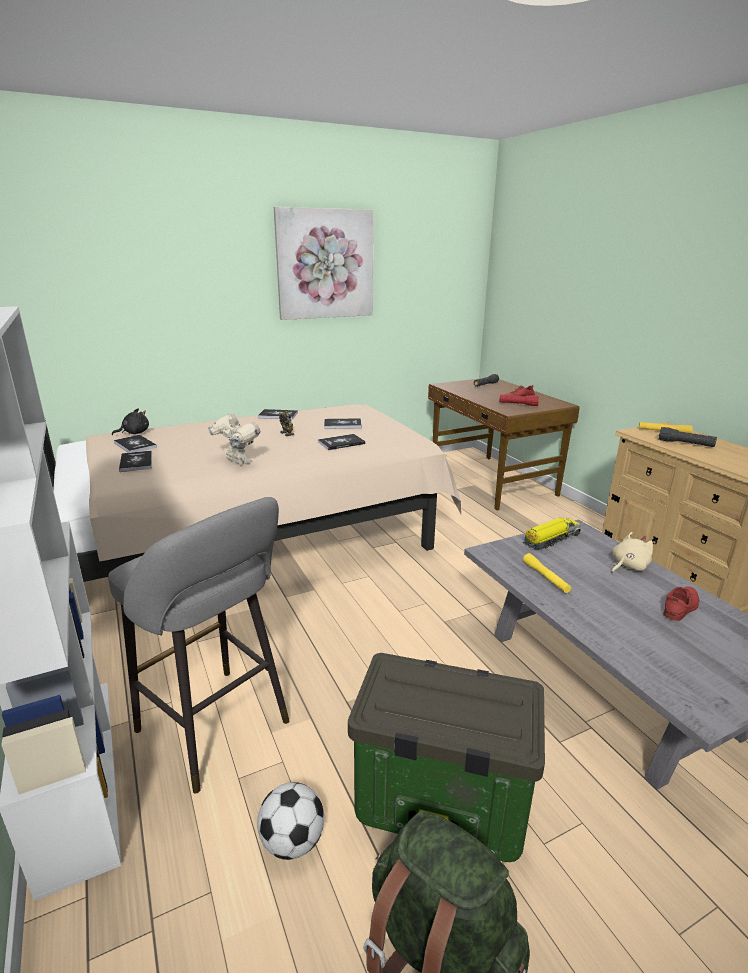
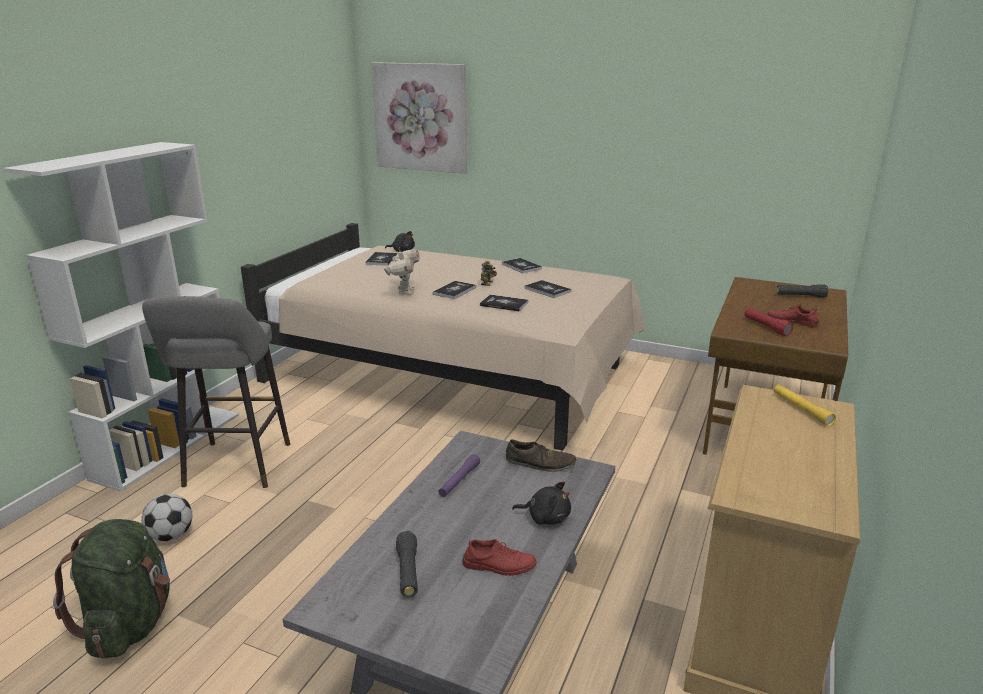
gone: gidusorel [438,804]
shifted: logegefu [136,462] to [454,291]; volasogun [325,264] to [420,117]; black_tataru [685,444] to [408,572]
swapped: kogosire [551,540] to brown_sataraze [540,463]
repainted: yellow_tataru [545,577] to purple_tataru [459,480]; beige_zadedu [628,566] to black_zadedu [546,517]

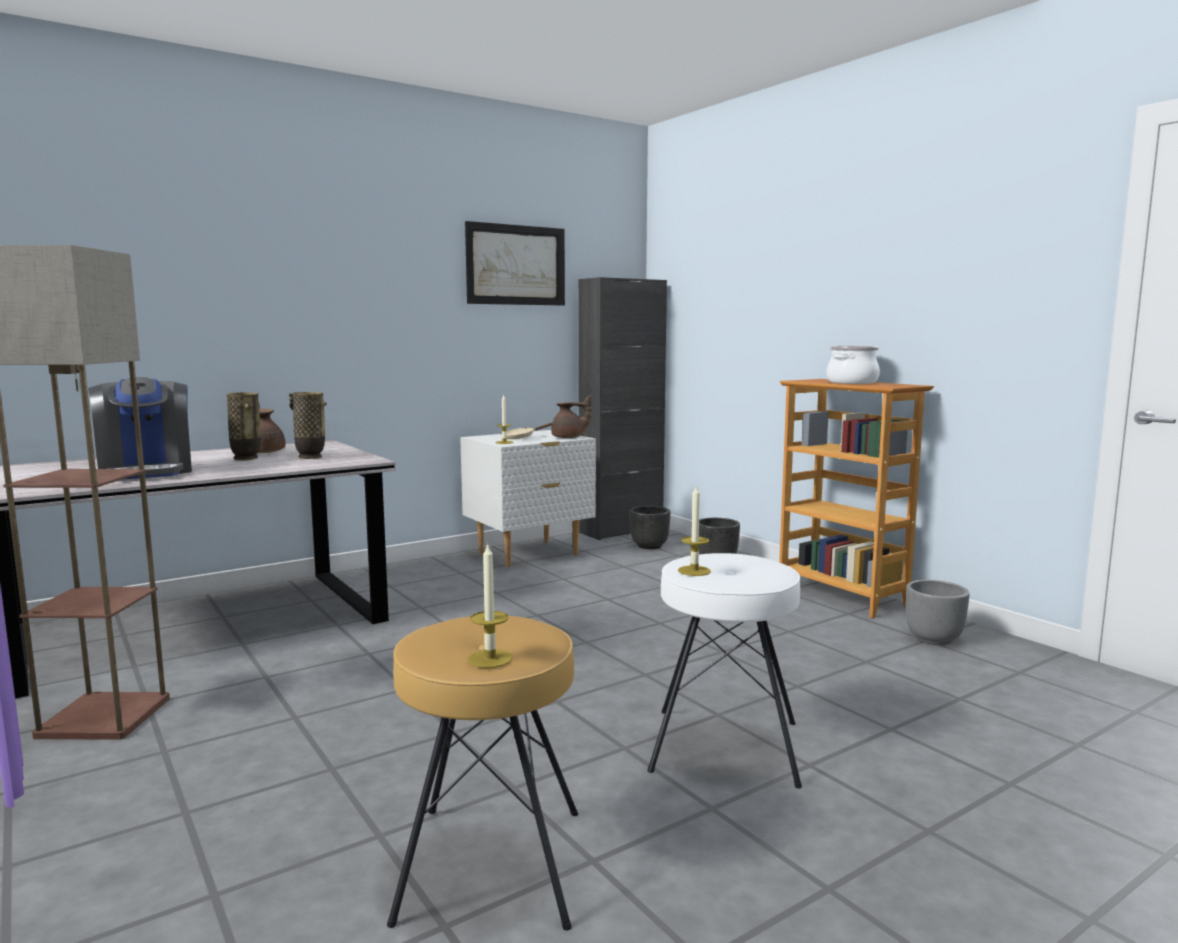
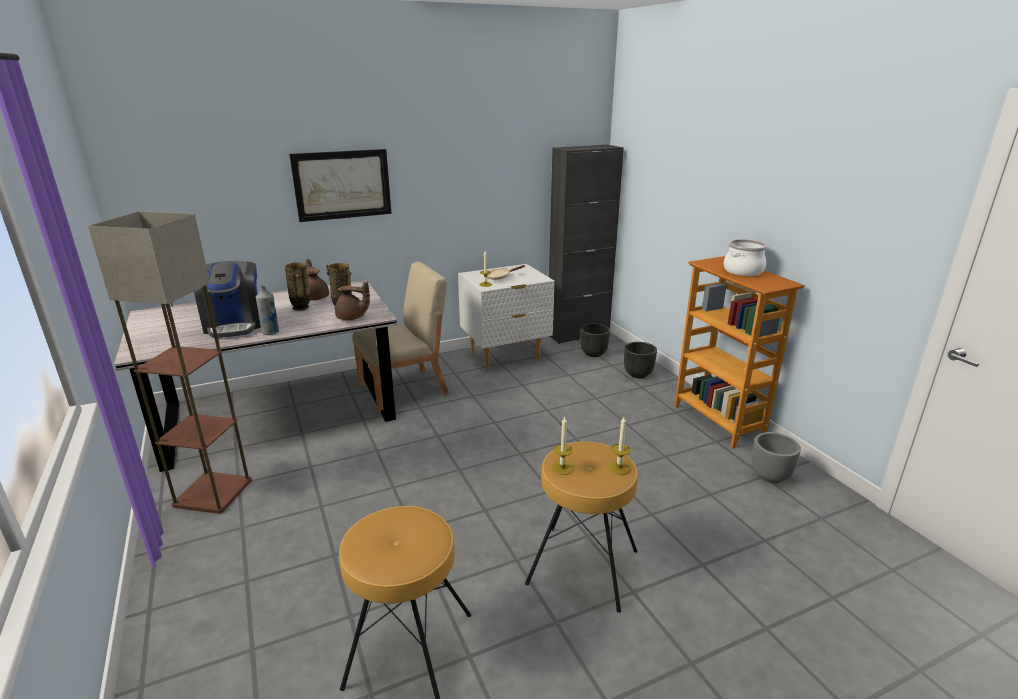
new: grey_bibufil [271,332]; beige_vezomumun [405,389]
shifted: volasogun [515,265] to [342,184]; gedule [490,659] to [619,467]; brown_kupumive [569,438] to [352,318]
repainted: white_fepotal [725,745] to brown_fepotal [583,566]

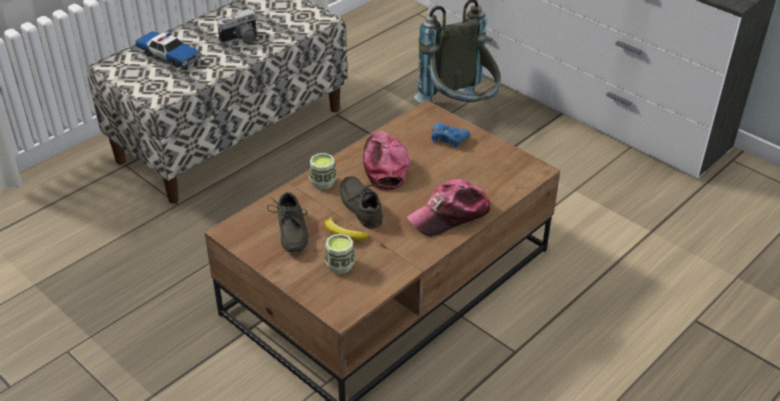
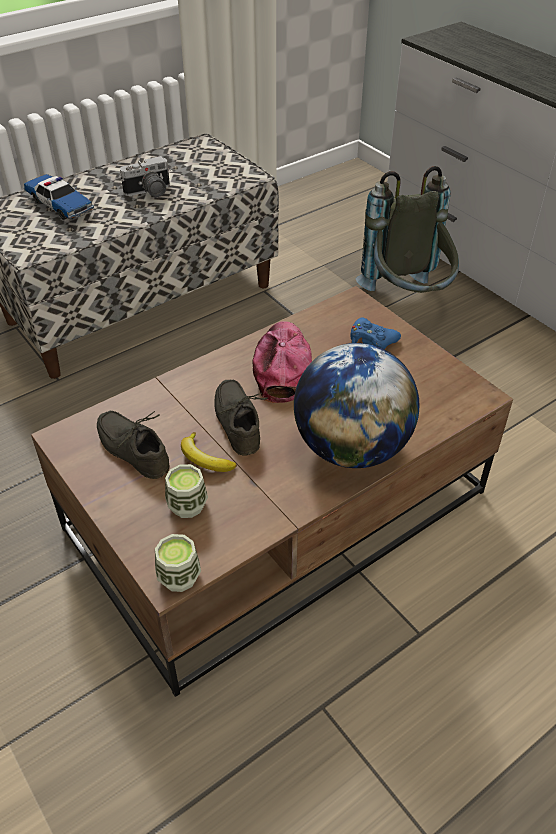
shifted: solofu [323,182] to [179,577]
swapped: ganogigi [450,215] to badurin [351,448]
rotated: grey_sataraze [289,233] = [136,448] 135 degrees clockwise

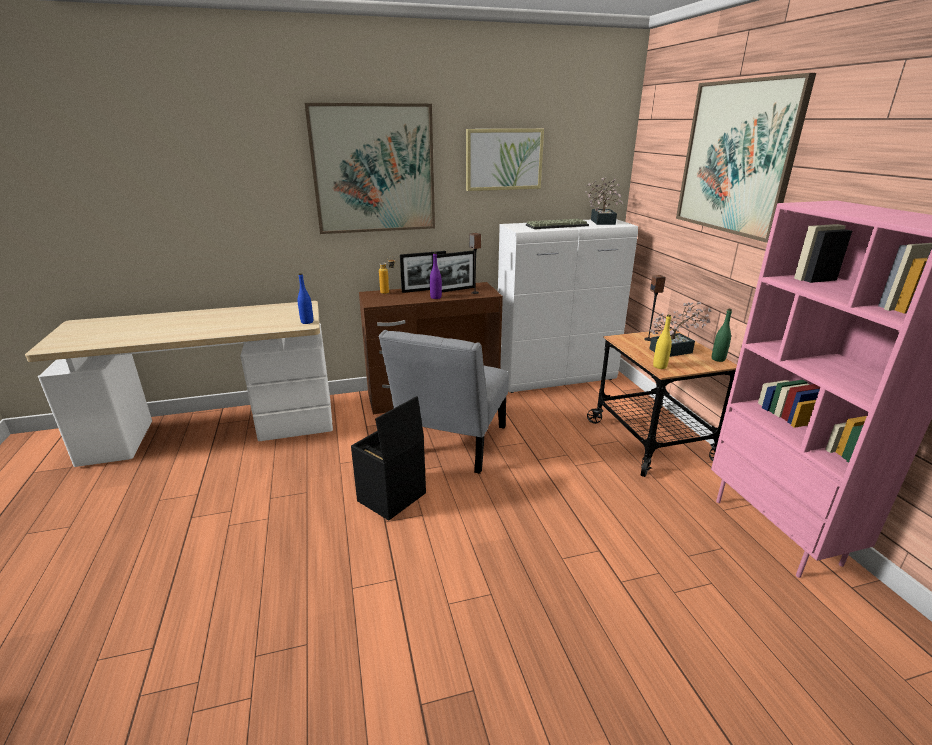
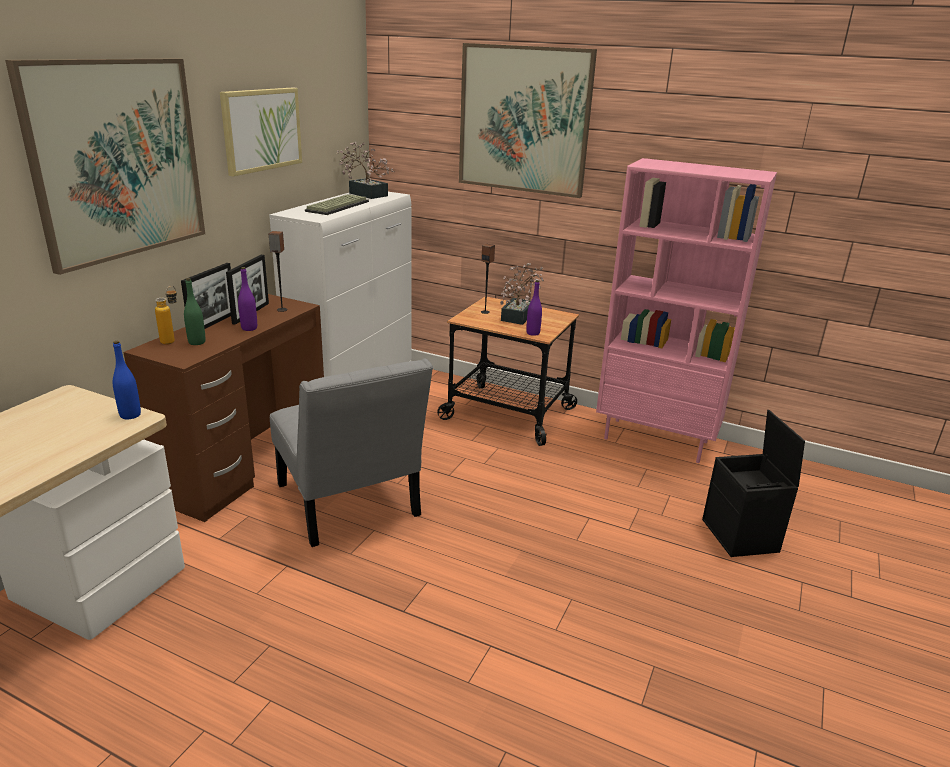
shifted: black_gidusorel [391,498] to [741,536]; green_bibufil [718,359] to [197,342]
repainted: yellow_bibufil [659,366] to purple_bibufil [533,333]

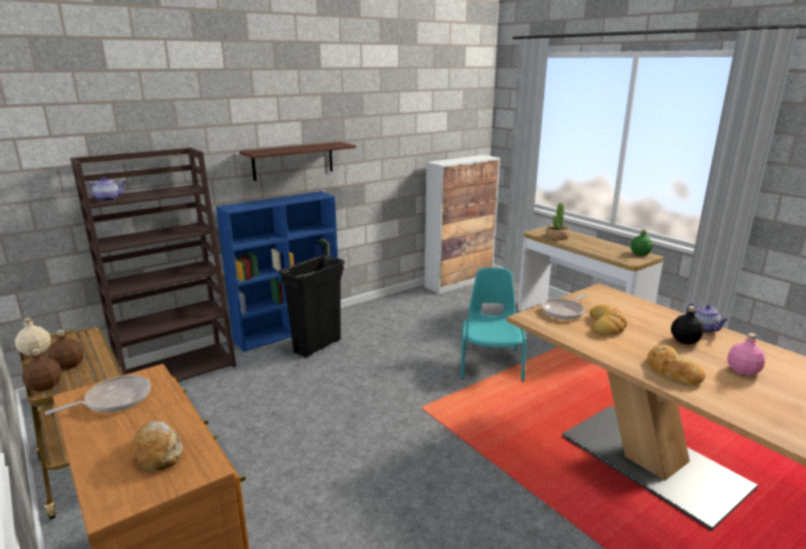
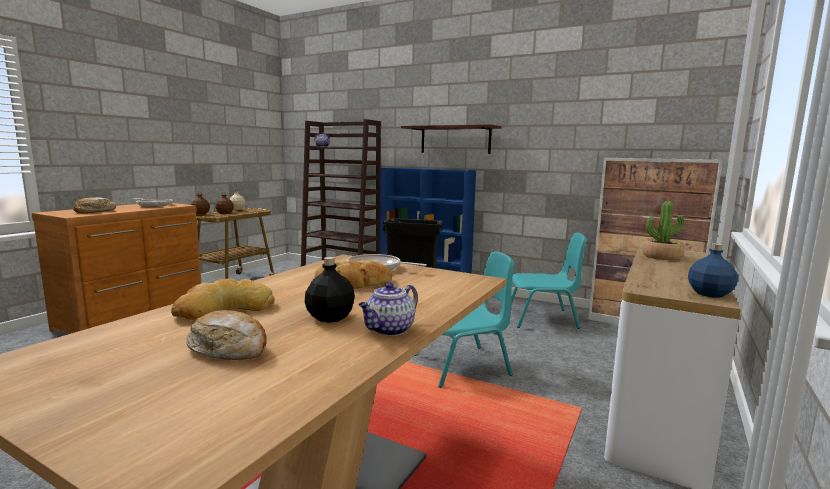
new: turquoise_vezomumun [543,318]
swapped: pink_bibufil [743,370] to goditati [229,349]
repainted: green_bibufil [640,253] to blue_bibufil [710,294]

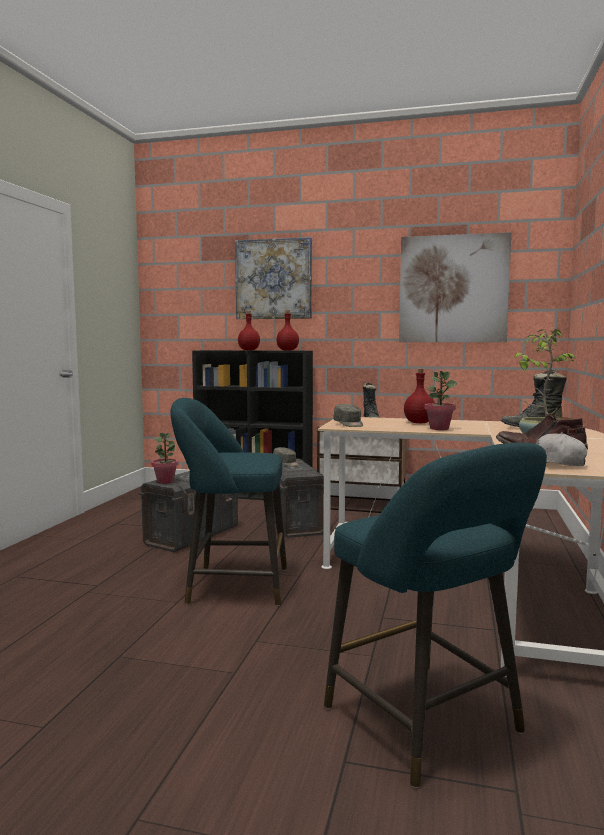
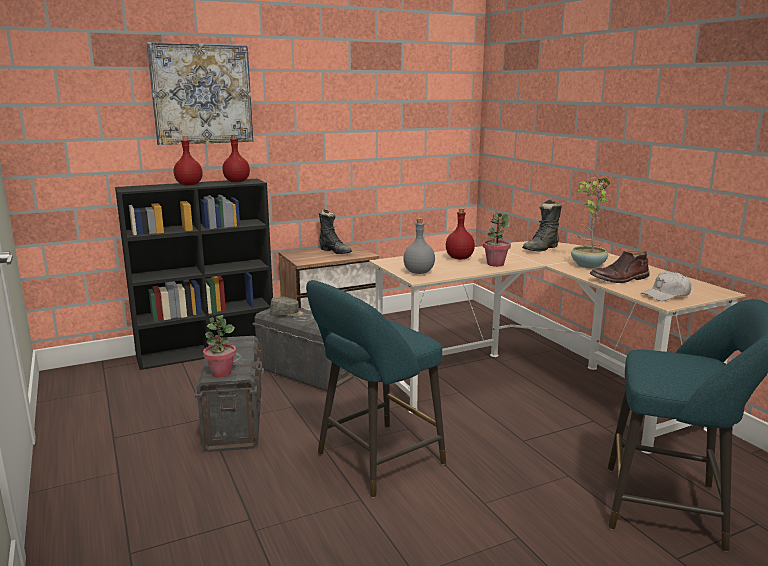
gone: volasogun [453,289]
swapped: grey_ganogigi [349,424] to grey_bibufil [418,272]

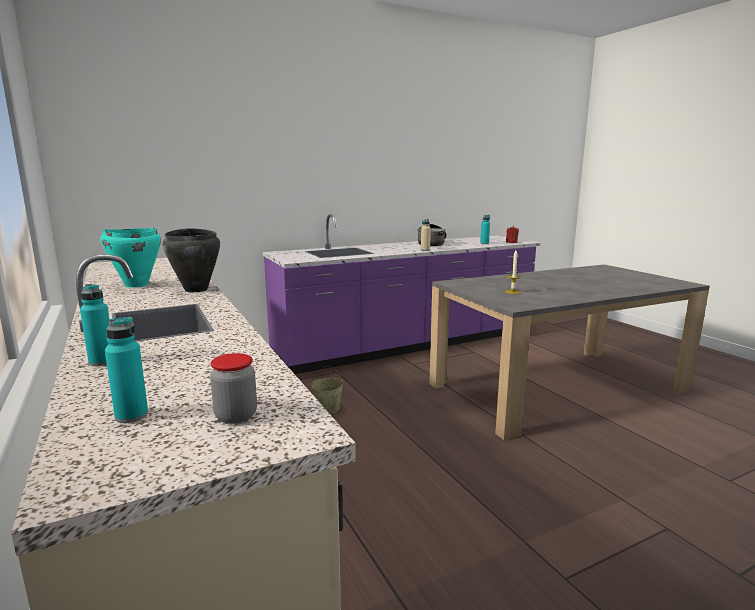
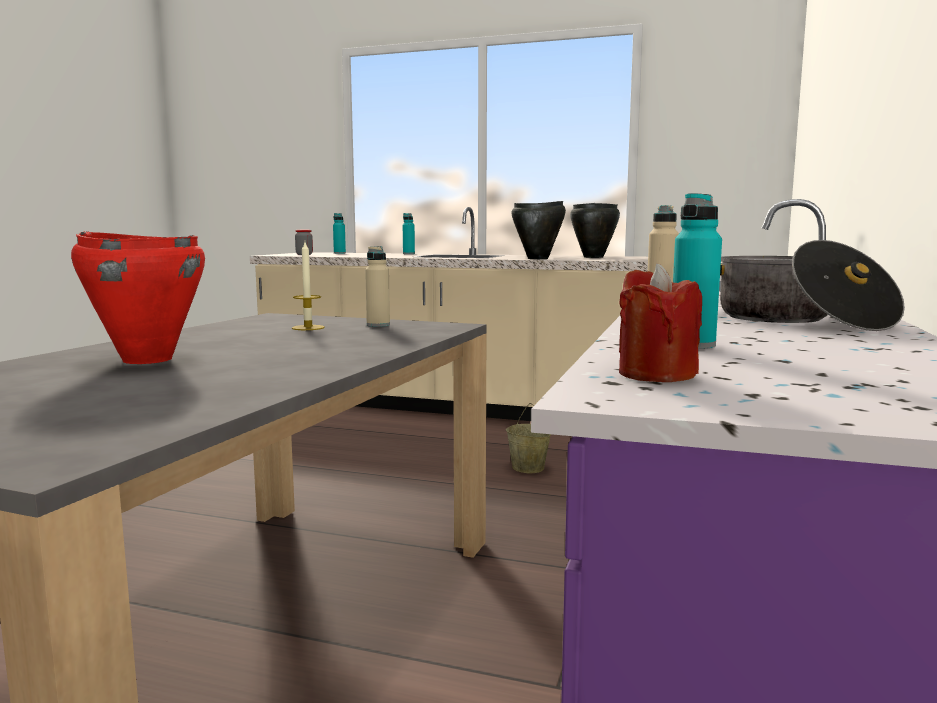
new: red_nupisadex [147,359]; beige_bibufil [378,325]
repainted: turquoise_nupisadex [136,285] to black_nupisadex [594,257]

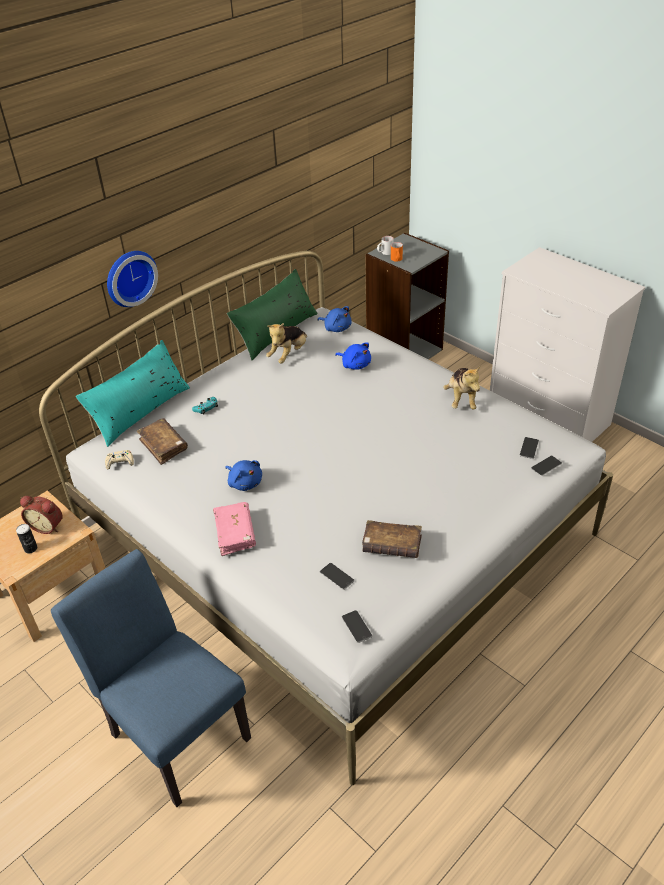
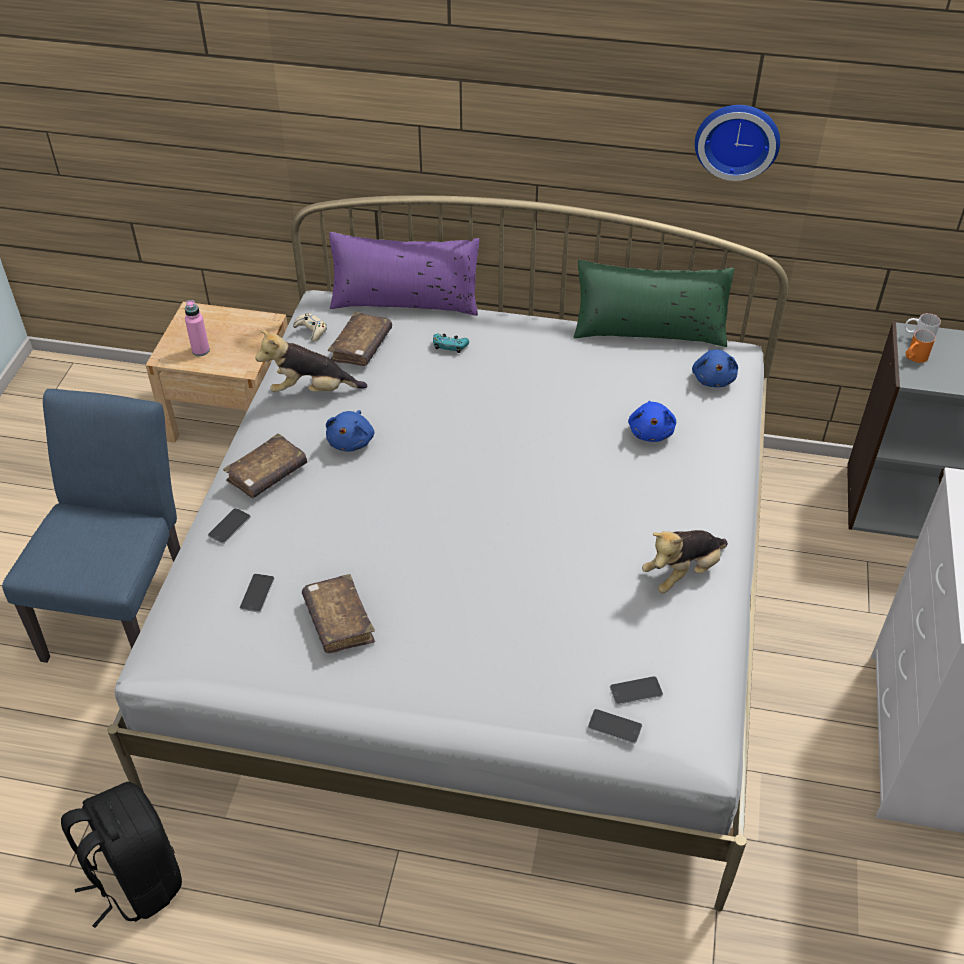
gone: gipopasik [48,525]
new: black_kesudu [136,879]
shifted: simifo [129,277] to [737,139]; zadedu [288,354] to [312,390]; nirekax [356,626] to [229,526]
swapped: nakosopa [31,548] to pink_bibufil [201,350]
repainted: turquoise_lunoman [140,411] to purple_lunoman [405,300]; pink_logegefu [235,533] to brown_logegefu [267,474]

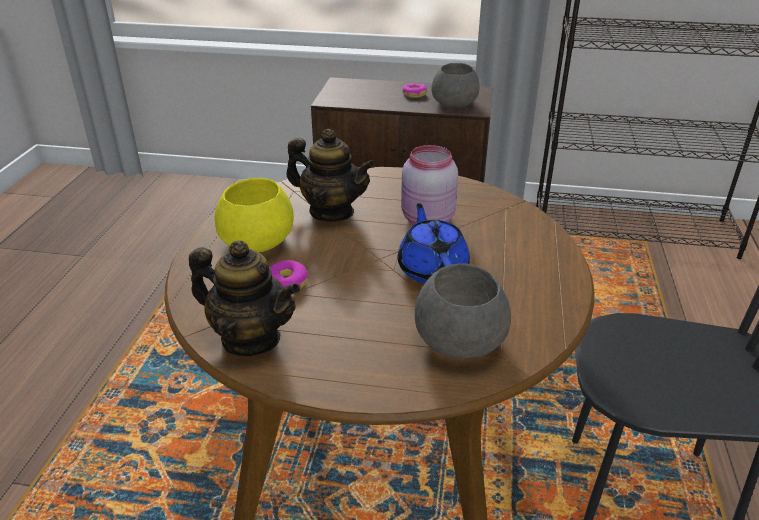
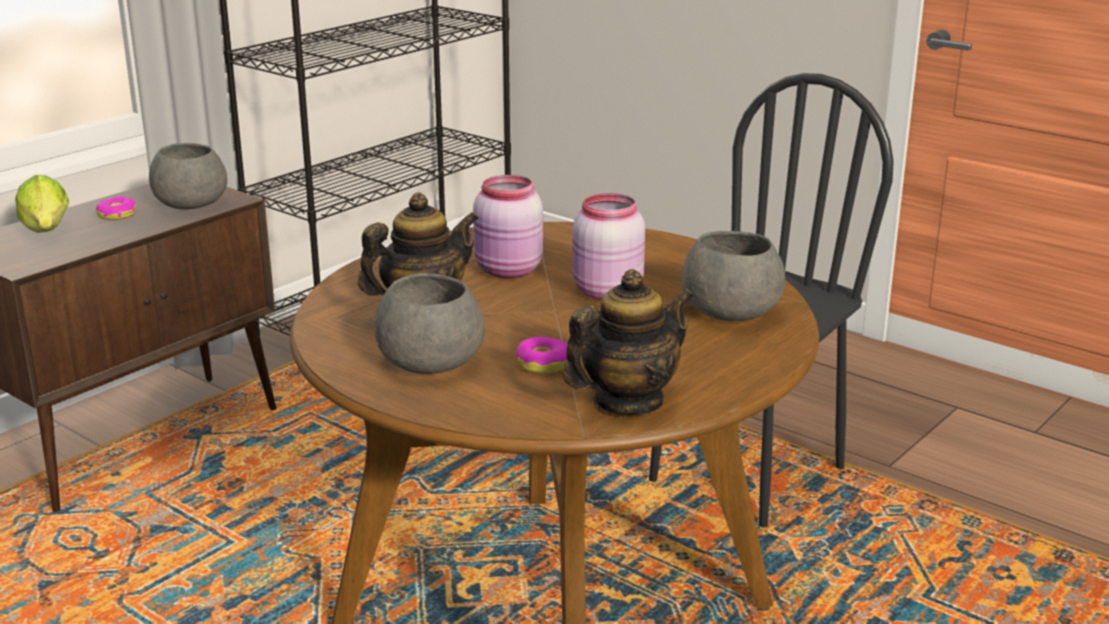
new: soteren [47,232]
swapped: blue_kupumive [432,269] to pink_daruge [605,292]
repainted: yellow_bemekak [258,240] to grey_bemekak [429,361]

